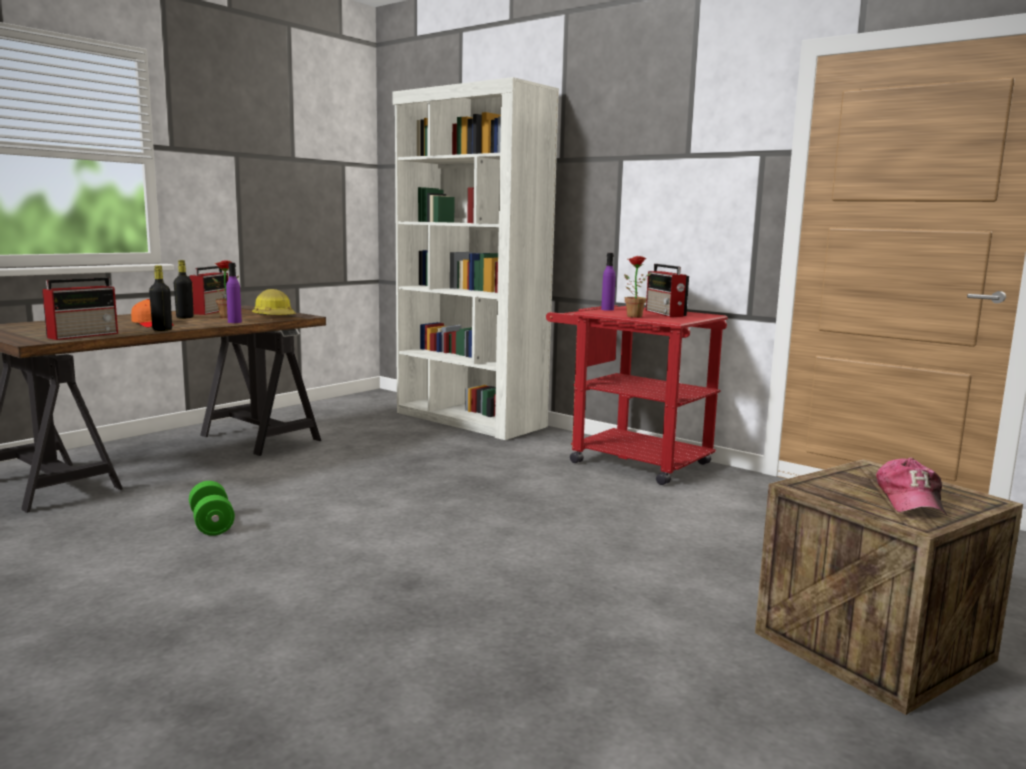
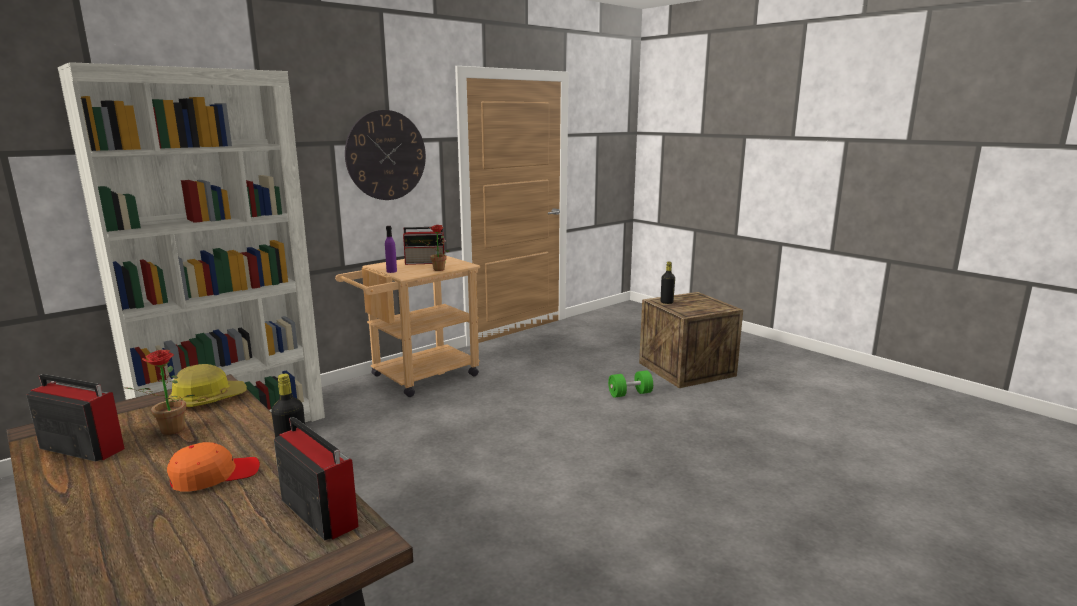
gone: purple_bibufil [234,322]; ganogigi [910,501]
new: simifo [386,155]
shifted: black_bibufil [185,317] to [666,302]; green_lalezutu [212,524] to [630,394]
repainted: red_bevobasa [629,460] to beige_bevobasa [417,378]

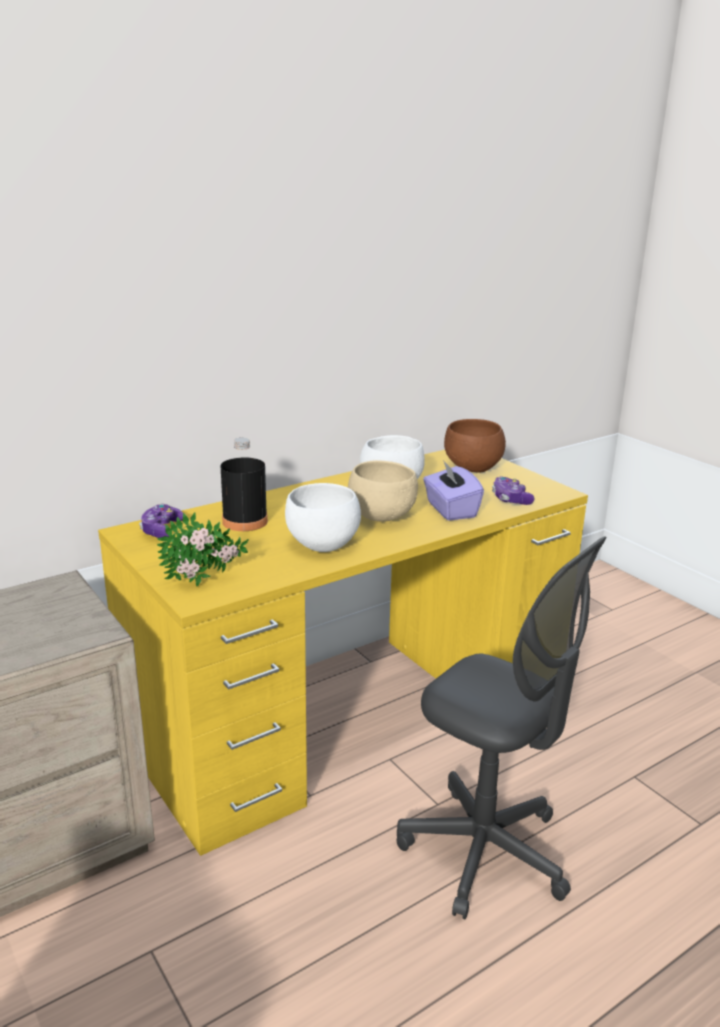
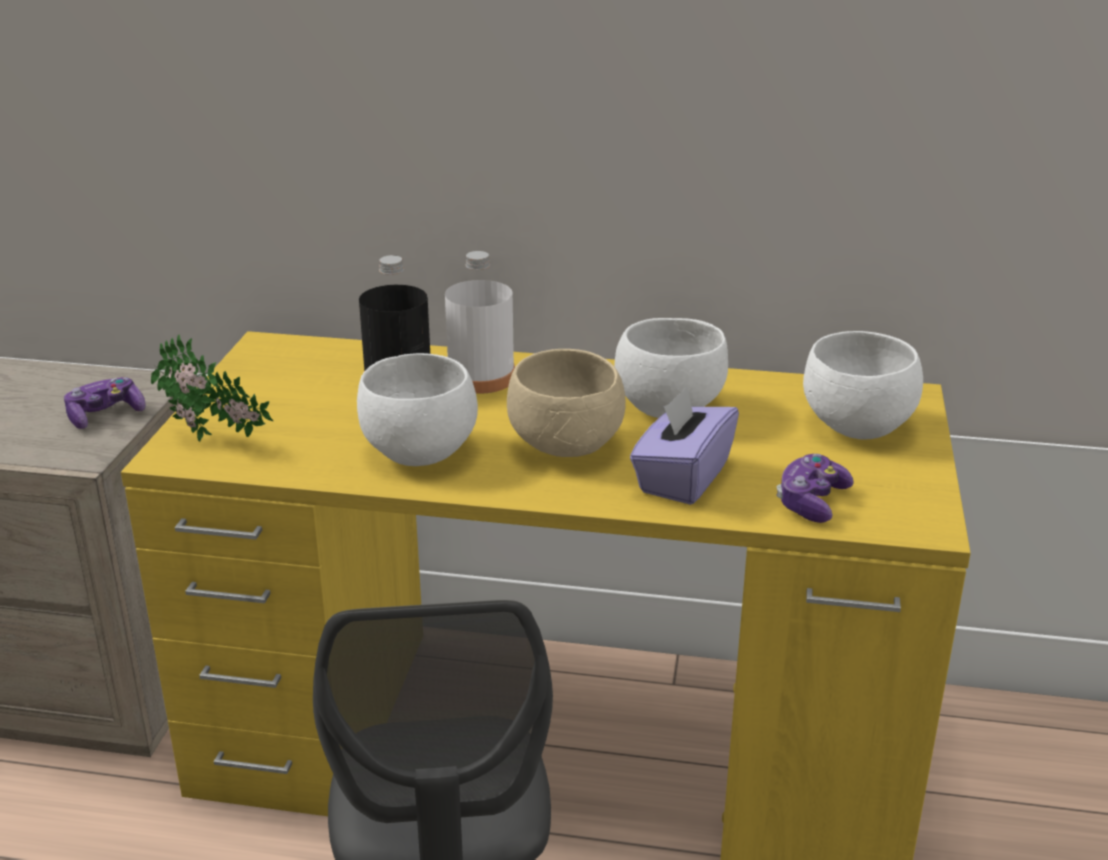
new: white_bibufil [481,377]
shifted: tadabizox [161,530] to [105,415]
repainted: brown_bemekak [474,469] to white_bemekak [857,429]

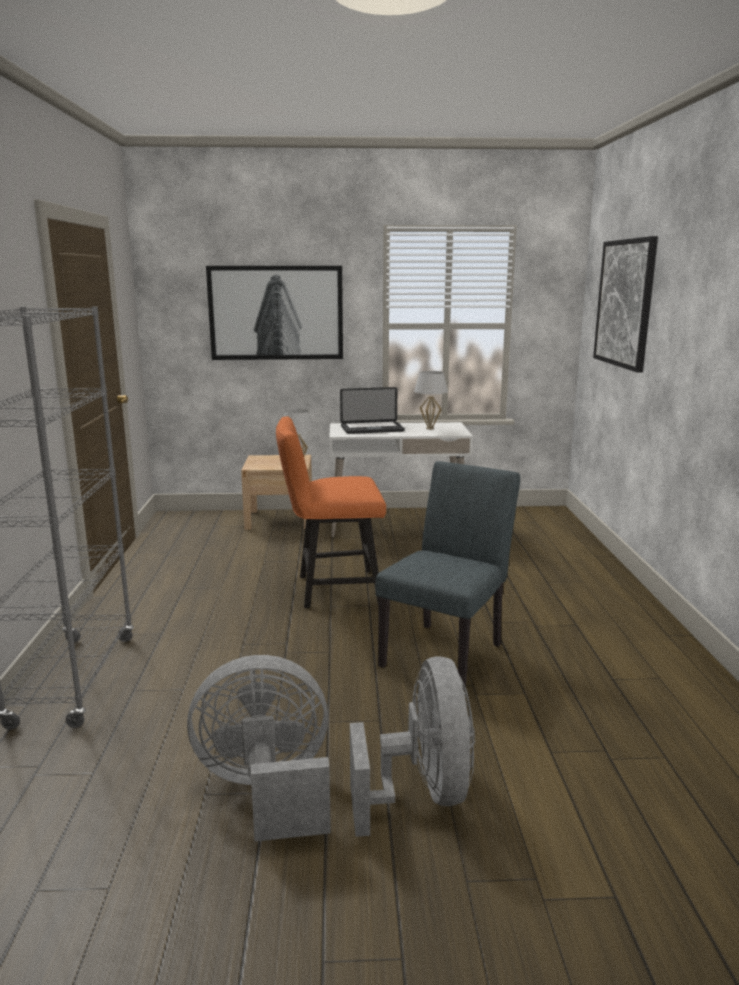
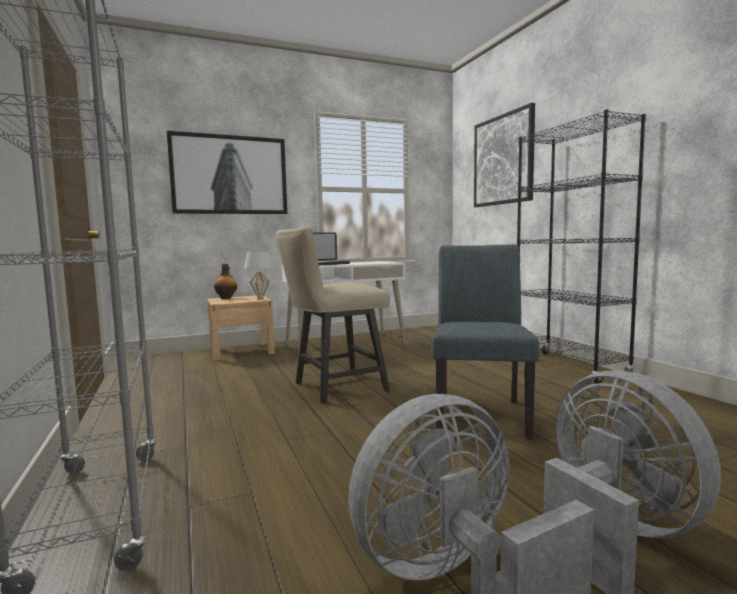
gone: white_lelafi [429,428]
new: bibufil [226,298]; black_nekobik [569,367]
repainted: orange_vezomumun [331,590] to beige_vezomumun [333,388]

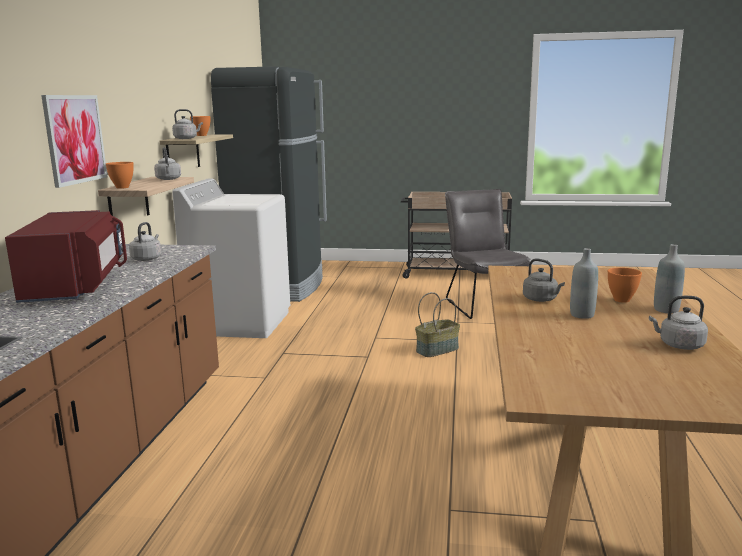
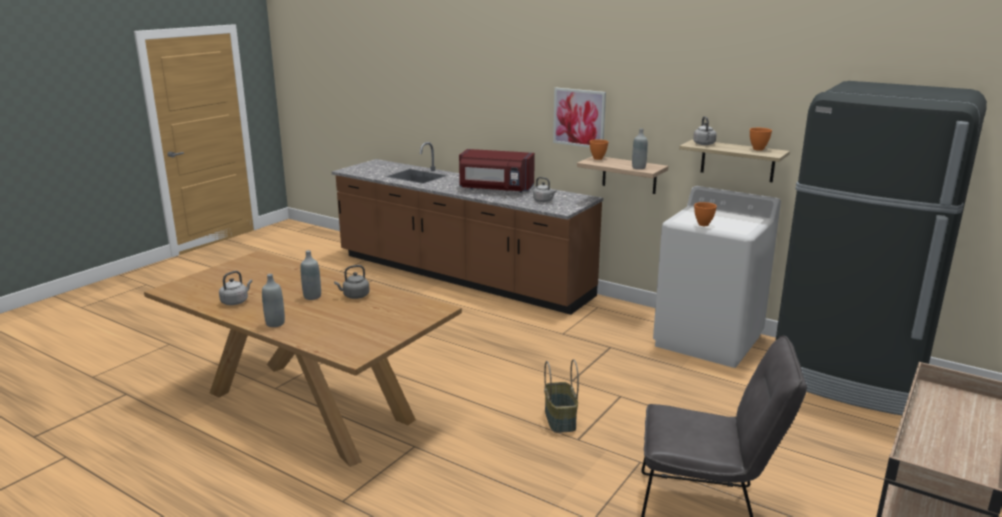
shifted: orange_bemekak [622,300] to [704,225]
swapped: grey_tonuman [168,179] to grey_bibufil [638,167]

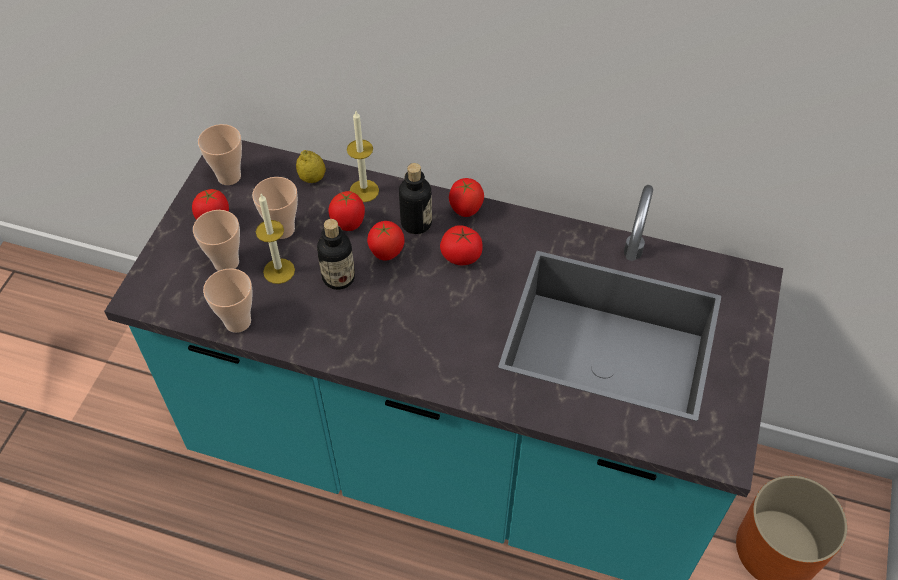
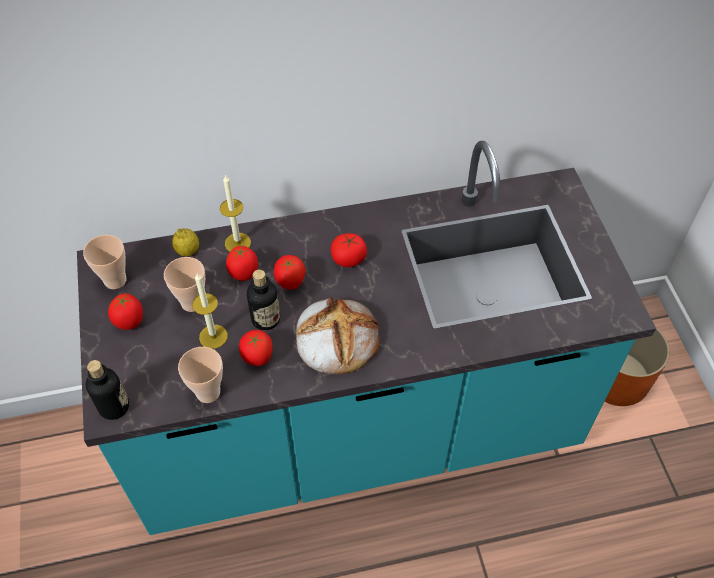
gone: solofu [226,262]
new: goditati [336,338]
shifted: bibufil [416,223] to [114,407]; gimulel [465,211] to [257,358]

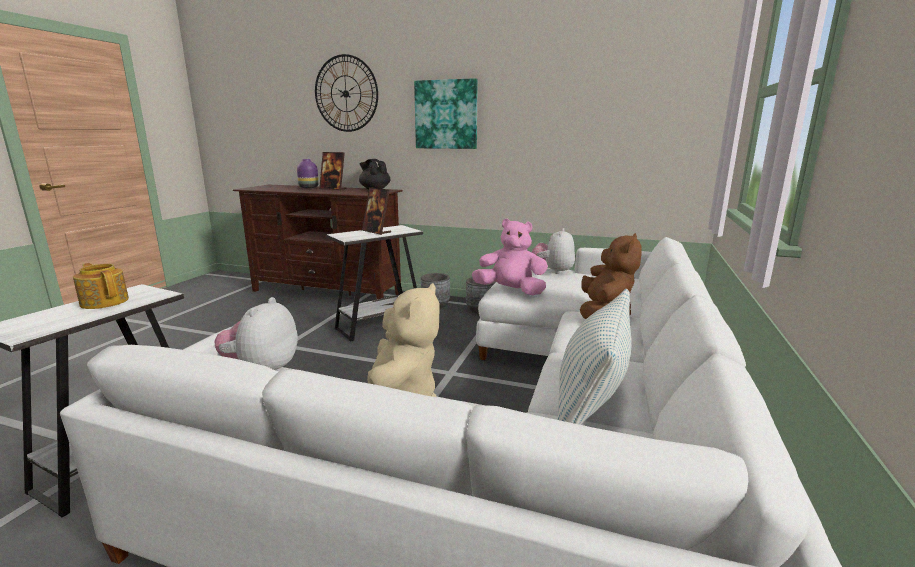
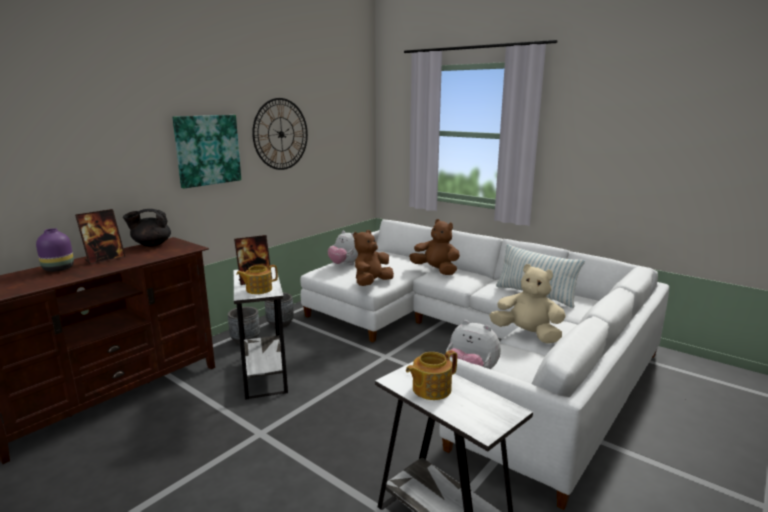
new: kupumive [258,289]
shifted: simifo [346,93] to [281,134]
repainted: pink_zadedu [511,291] to brown_zadedu [371,283]

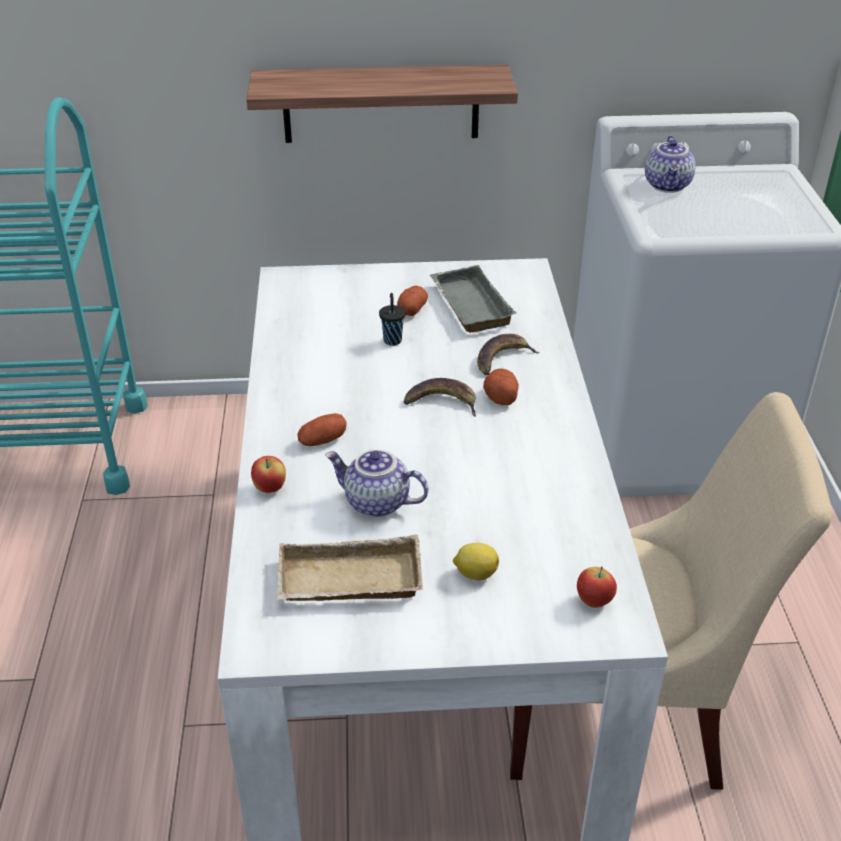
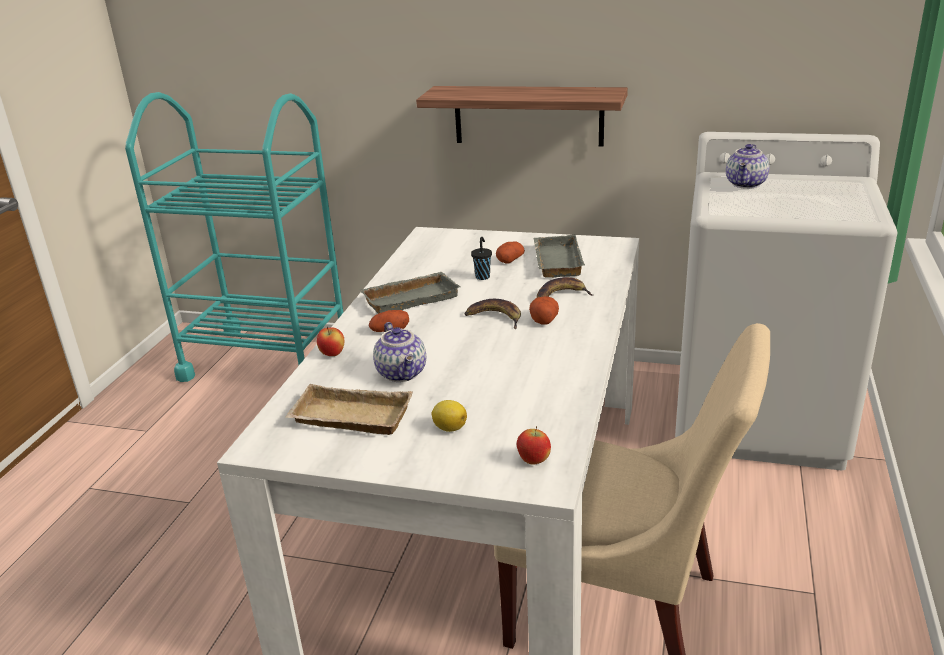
new: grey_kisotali [411,298]
rotated: kupumive [376,503] = [403,373] 150 degrees counterclockwise

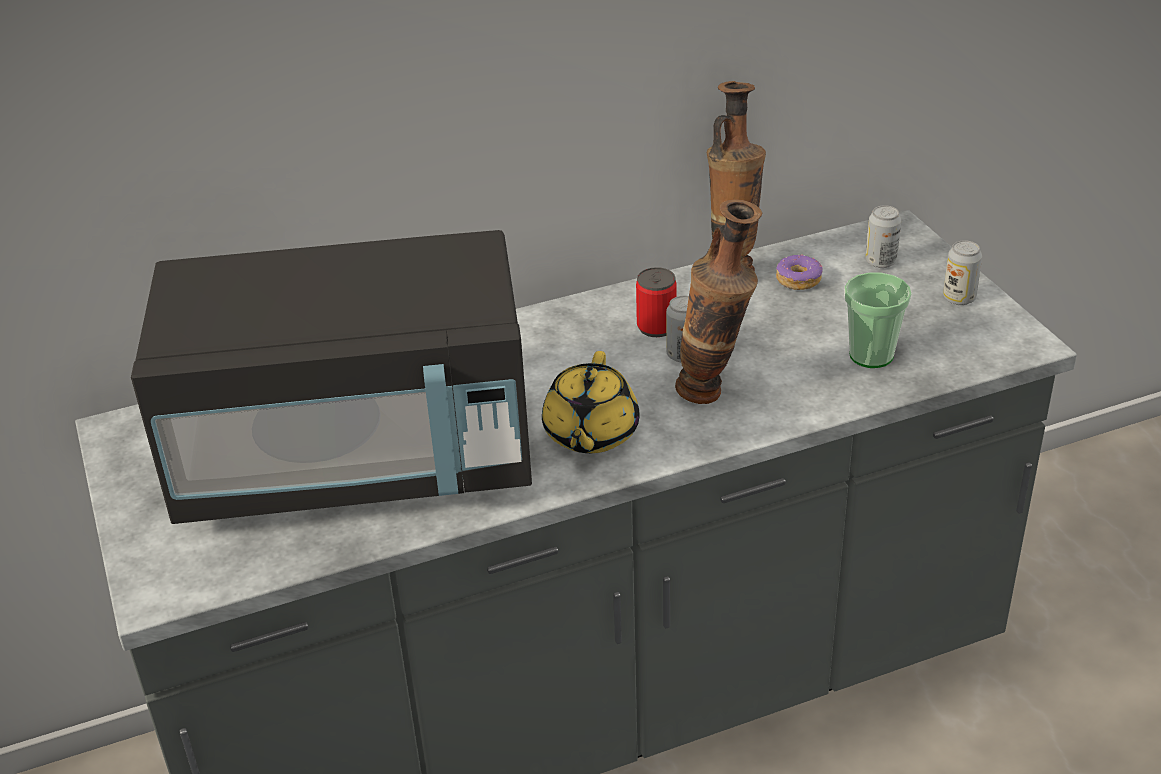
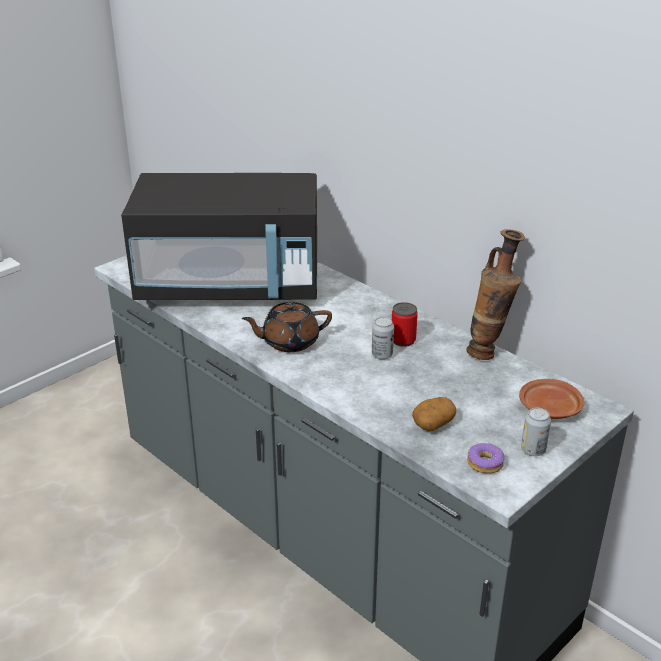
gone: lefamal [714,394]
shifted: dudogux [798,279] to [485,463]
swapped: solofu [871,355] to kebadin [433,423]; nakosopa [880,262] to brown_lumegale [549,408]
repainted: yellow_kupumive [590,434] to brown_kupumive [289,342]
rotated: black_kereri [358,460] = [230,286] 60 degrees counterclockwise

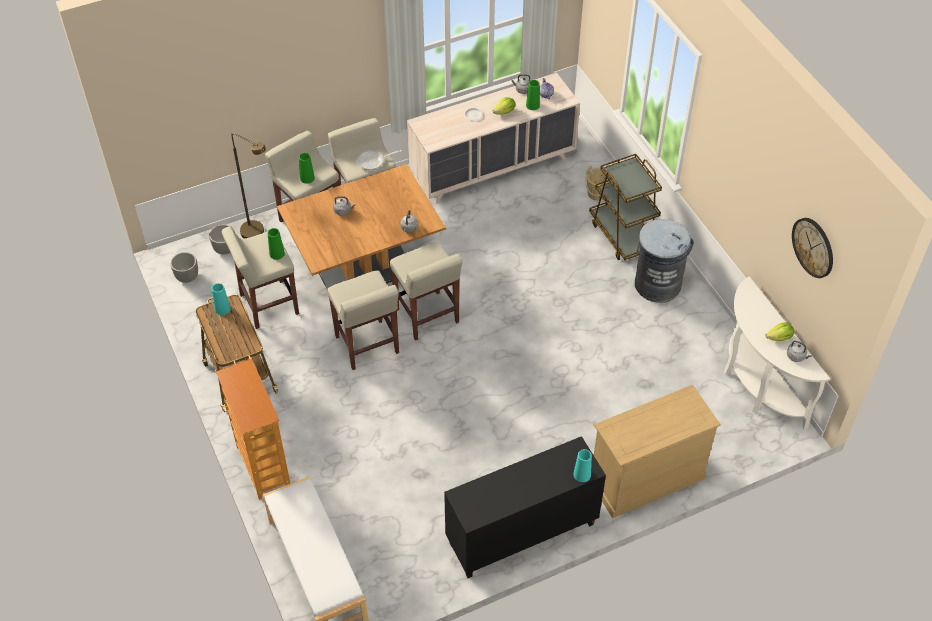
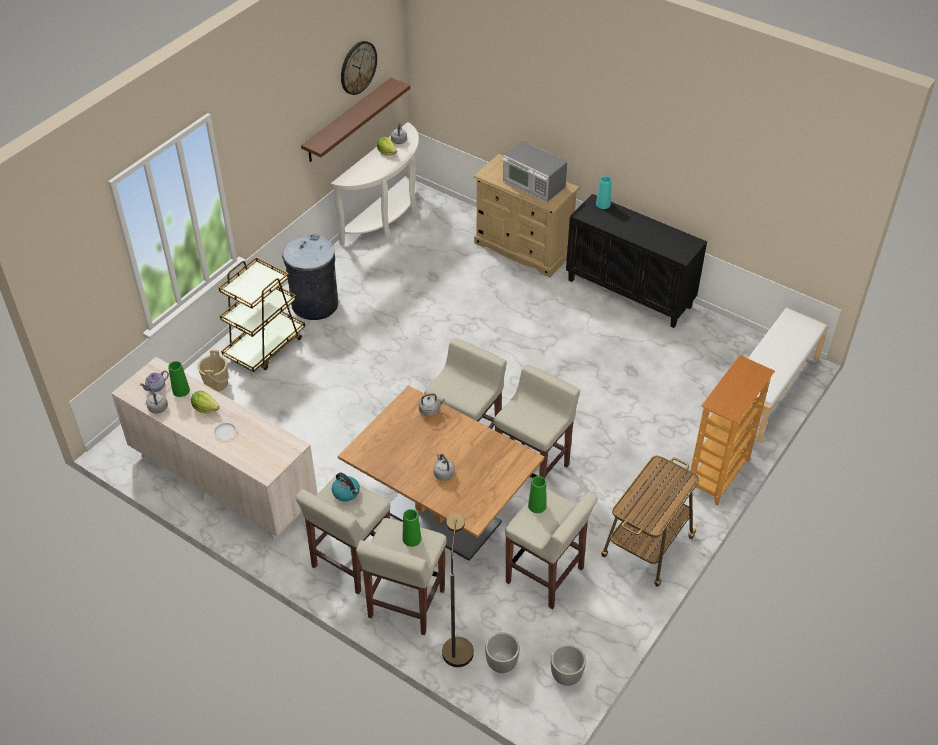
gone: turquoise_lefamal [222,308]
new: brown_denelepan [348,120]; kereri [533,185]
swapped: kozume [373,161] to tonuman [346,492]

